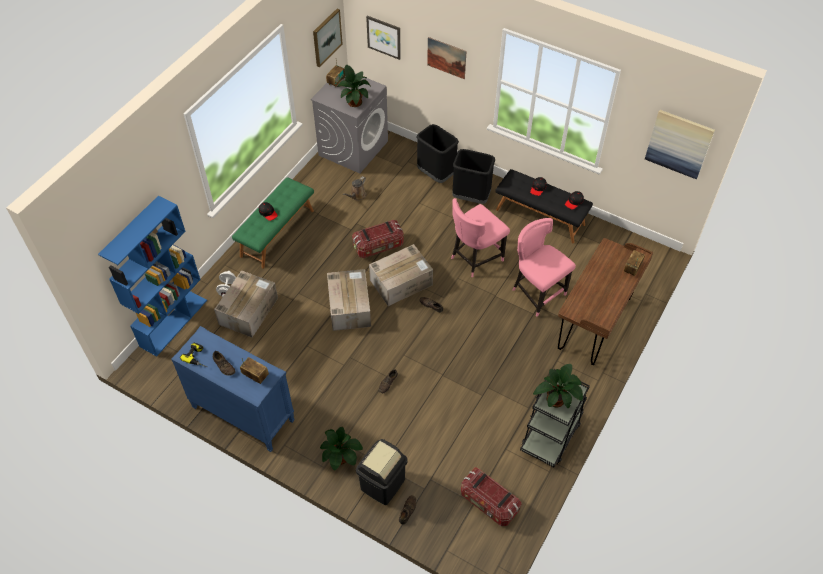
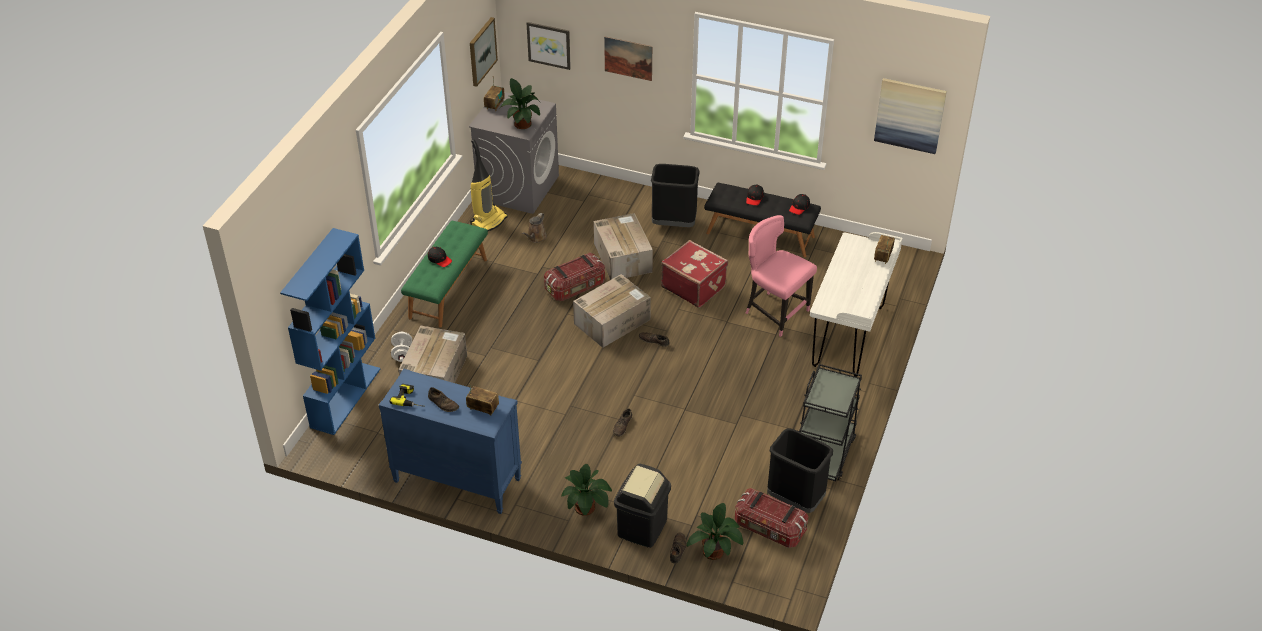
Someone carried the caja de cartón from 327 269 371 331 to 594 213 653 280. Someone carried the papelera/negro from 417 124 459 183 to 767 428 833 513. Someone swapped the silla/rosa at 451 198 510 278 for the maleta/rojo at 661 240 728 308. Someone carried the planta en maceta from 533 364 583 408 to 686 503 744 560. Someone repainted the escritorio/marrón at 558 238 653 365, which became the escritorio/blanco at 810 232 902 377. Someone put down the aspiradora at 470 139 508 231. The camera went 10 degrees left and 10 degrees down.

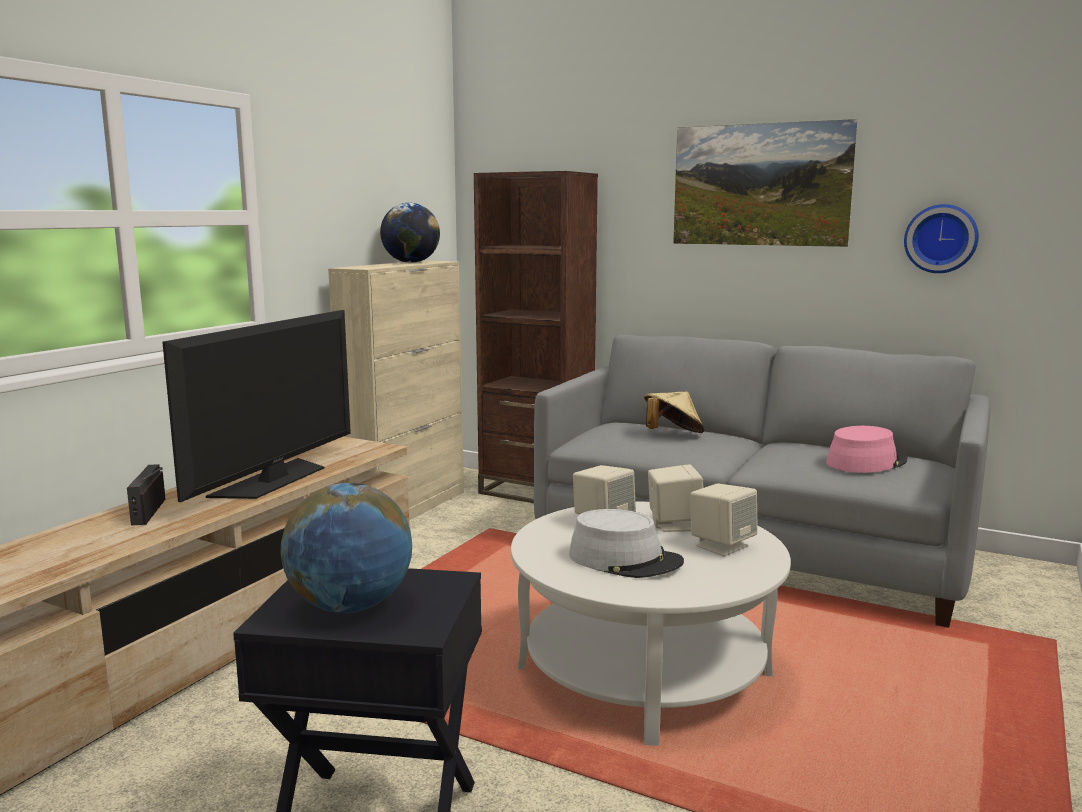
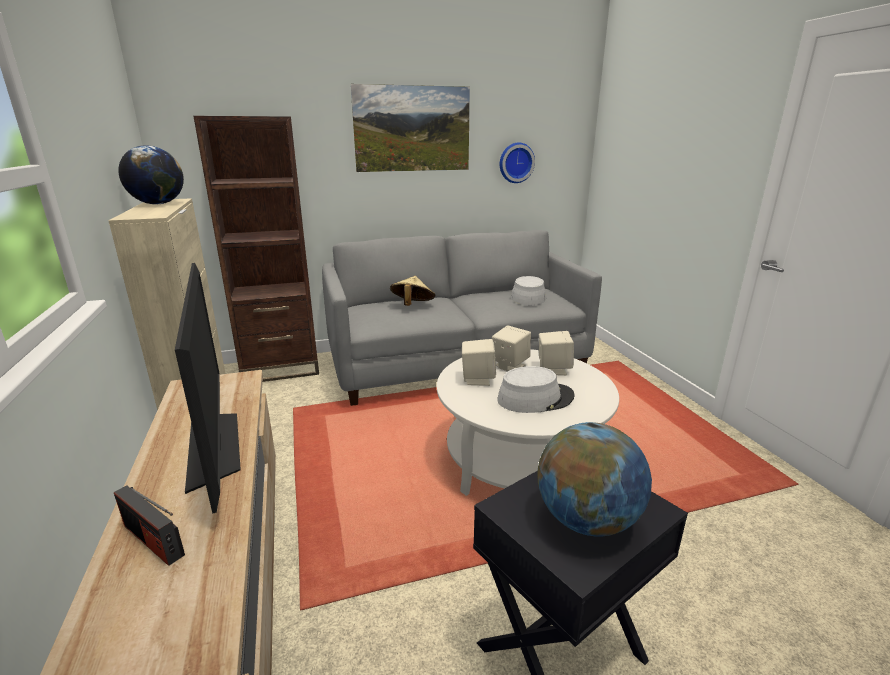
Someone repainted the sombrero/rosa at 826 426 908 473, which became the sombrero/gris at 511 276 546 305. The camera went 45 degrees left and 10 degrees up.

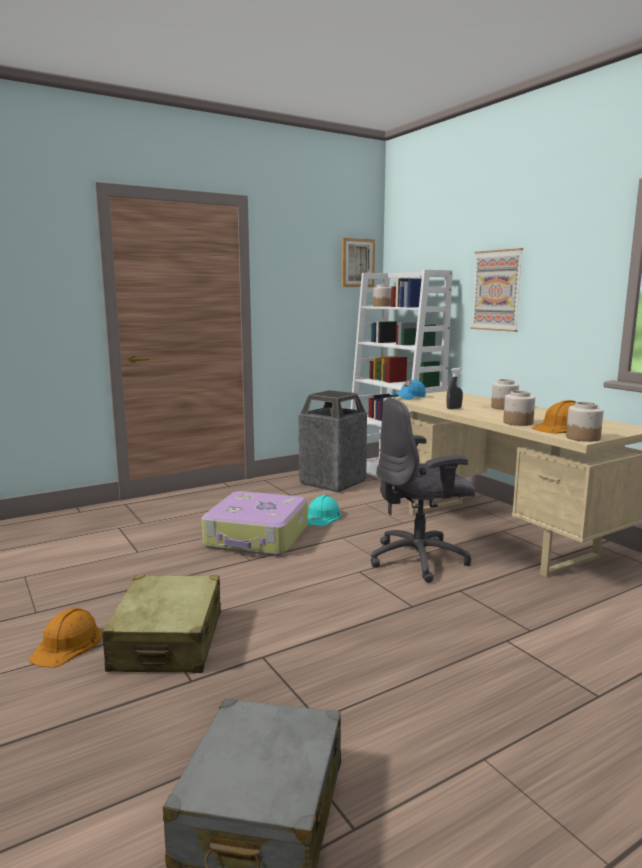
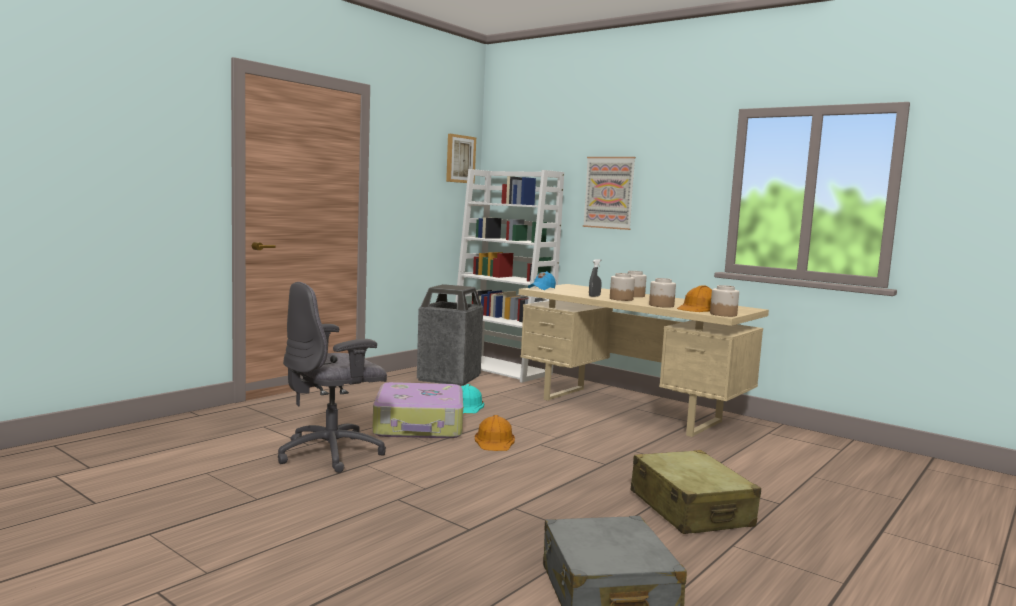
Someone carried the casco/naranja from 29 608 102 668 to 475 415 515 451. Someone carried the maleta/beis from 102 575 221 673 to 630 450 761 534. Someone carried the silla de oficina/gris from 371 398 475 583 to 278 282 387 473. Someone carried the tarro from 373 285 391 307 to 610 273 635 301. The camera went 20 degrees left and 5 degrees down.

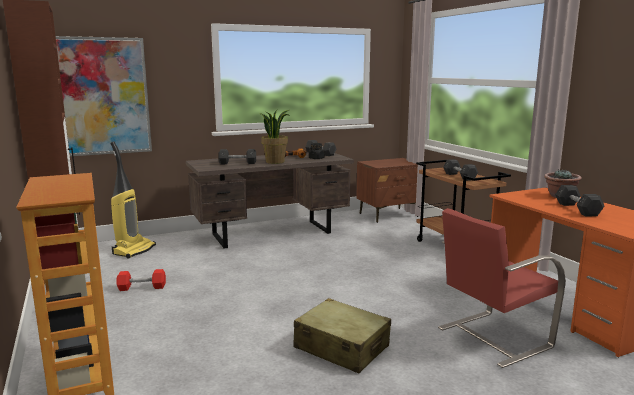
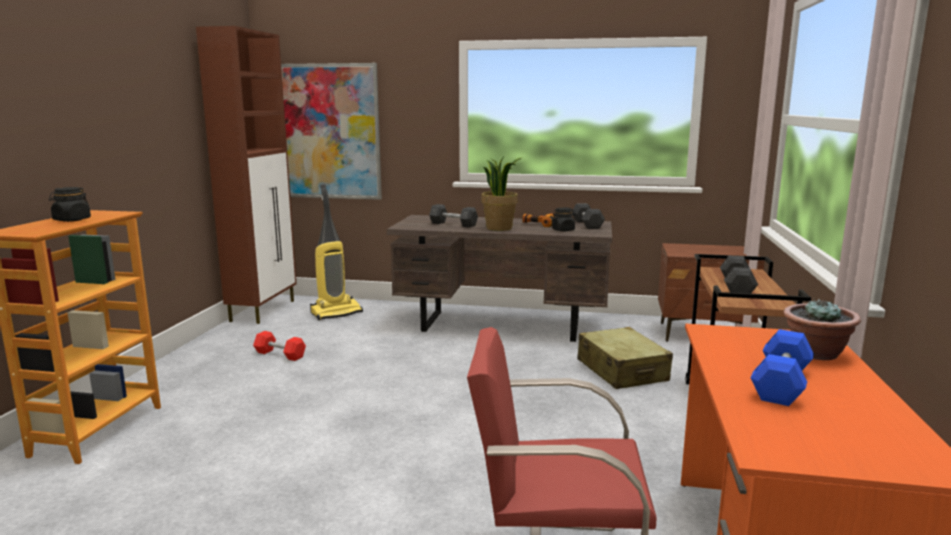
Someone carried the maleta/beis from 293 298 391 373 to 577 327 673 389. Someone repainted the mancuerna/gris at 555 185 604 217, which became the mancuerna/azul at 750 329 814 406. Someone put down the tarro/negro at 49 187 91 222. The camera went 35 degrees right and 0 degrees up.

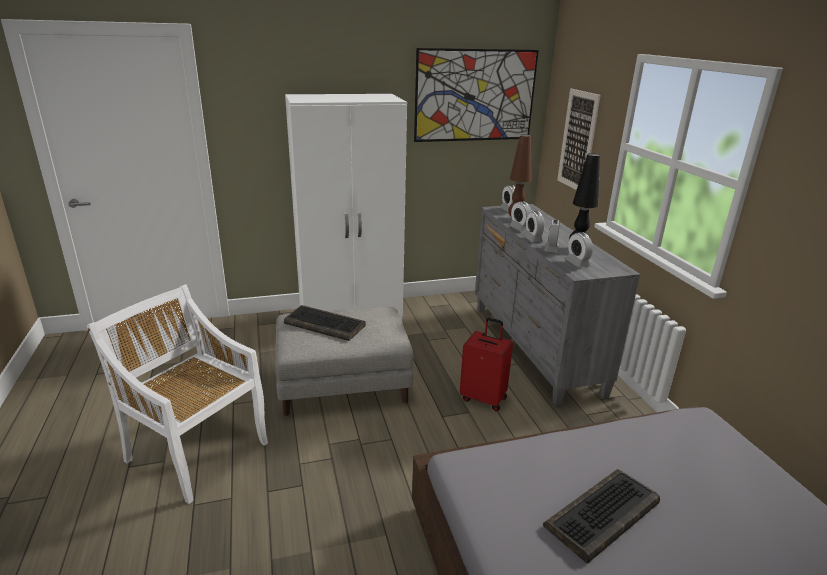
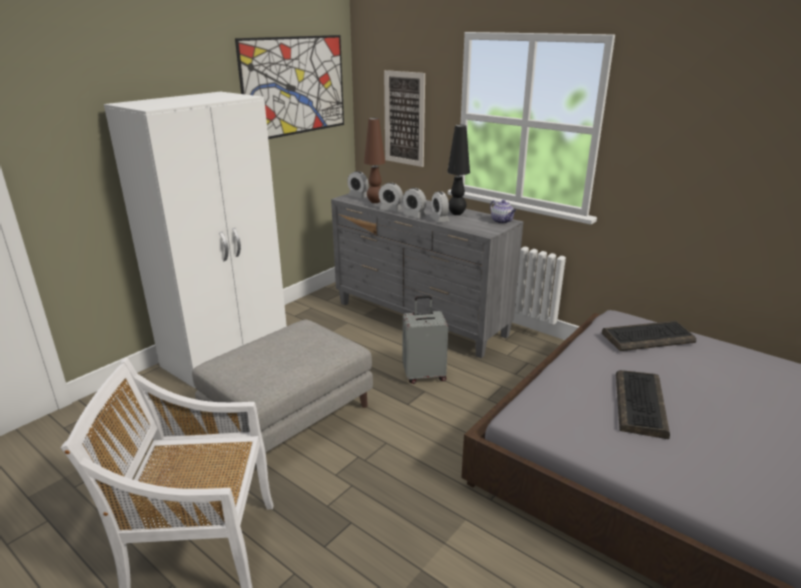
Someone carried the teclado from 284 305 366 341 to 602 321 696 351. Someone repainted the maleta/rojo at 460 318 513 411, which became the maleta/gris at 403 295 448 384. Someone took away the despertador at 566 232 593 267. Someone put down the tetera at 490 200 516 224. The camera went 35 degrees left and 0 degrees up.

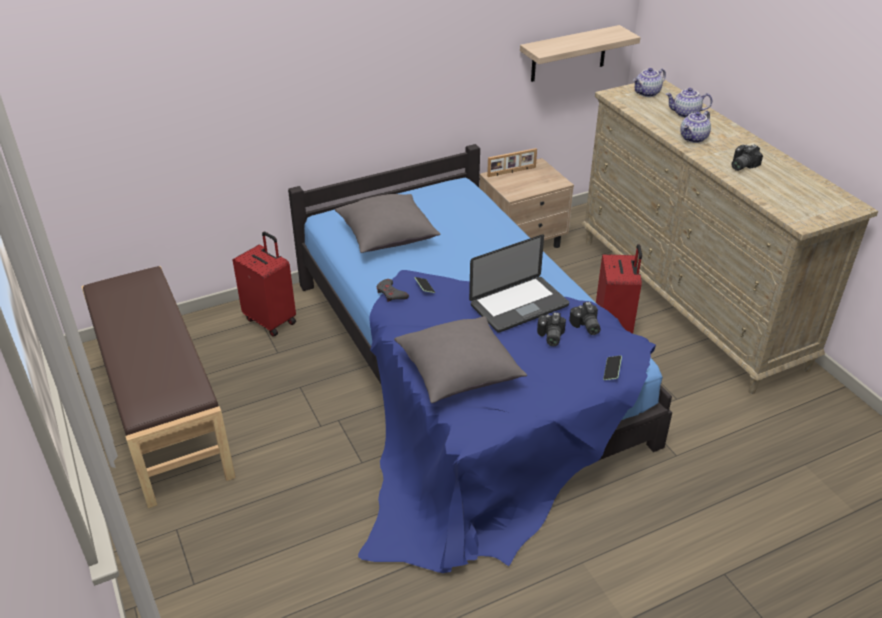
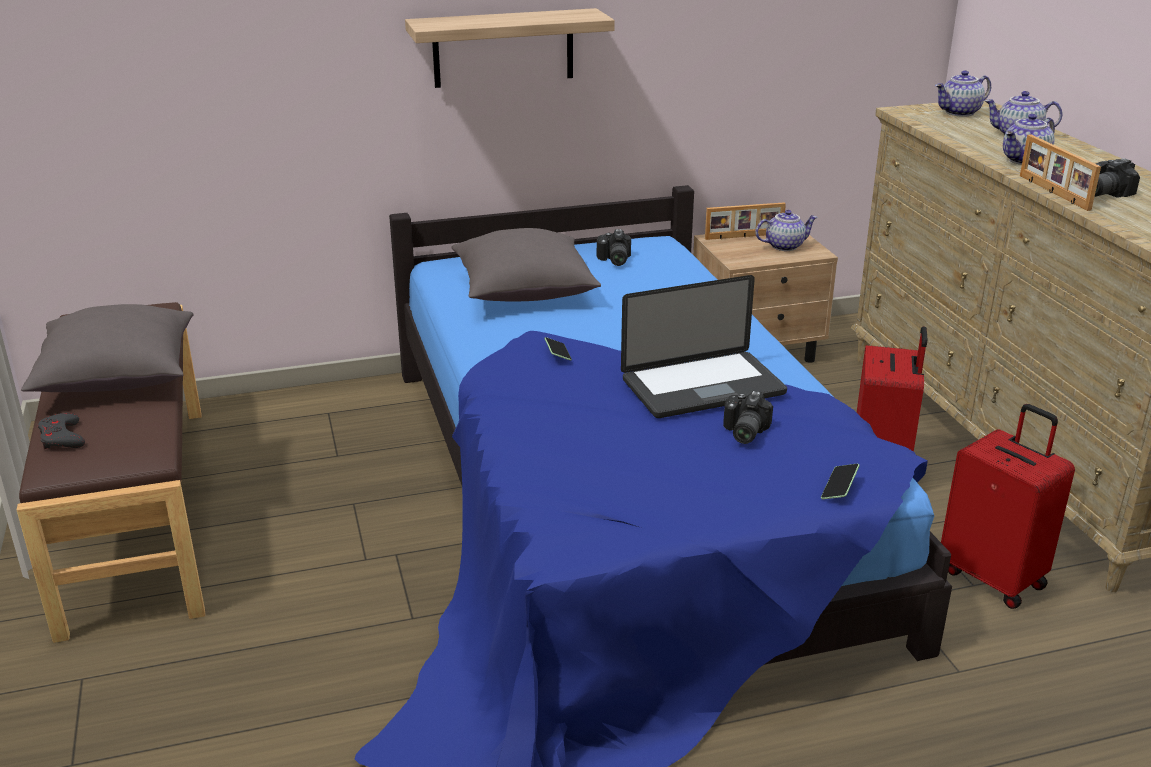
Someone carried the maleta/rojo from 233 232 296 337 to 941 404 1075 609. Someone carried the mando de consola/gris from 377 279 409 302 to 38 413 85 449. Someone carried the cojín/gris from 394 316 527 403 to 21 304 194 392. Someone carried the estante from 520 25 641 82 to 405 8 615 88. Someone carried the cámara from 569 302 600 335 to 597 229 631 266. Someone put down the tetera at 755 210 818 251. Someone put down the portarretratos at 1020 134 1101 211. The camera went 10 degrees right and 10 degrees down.

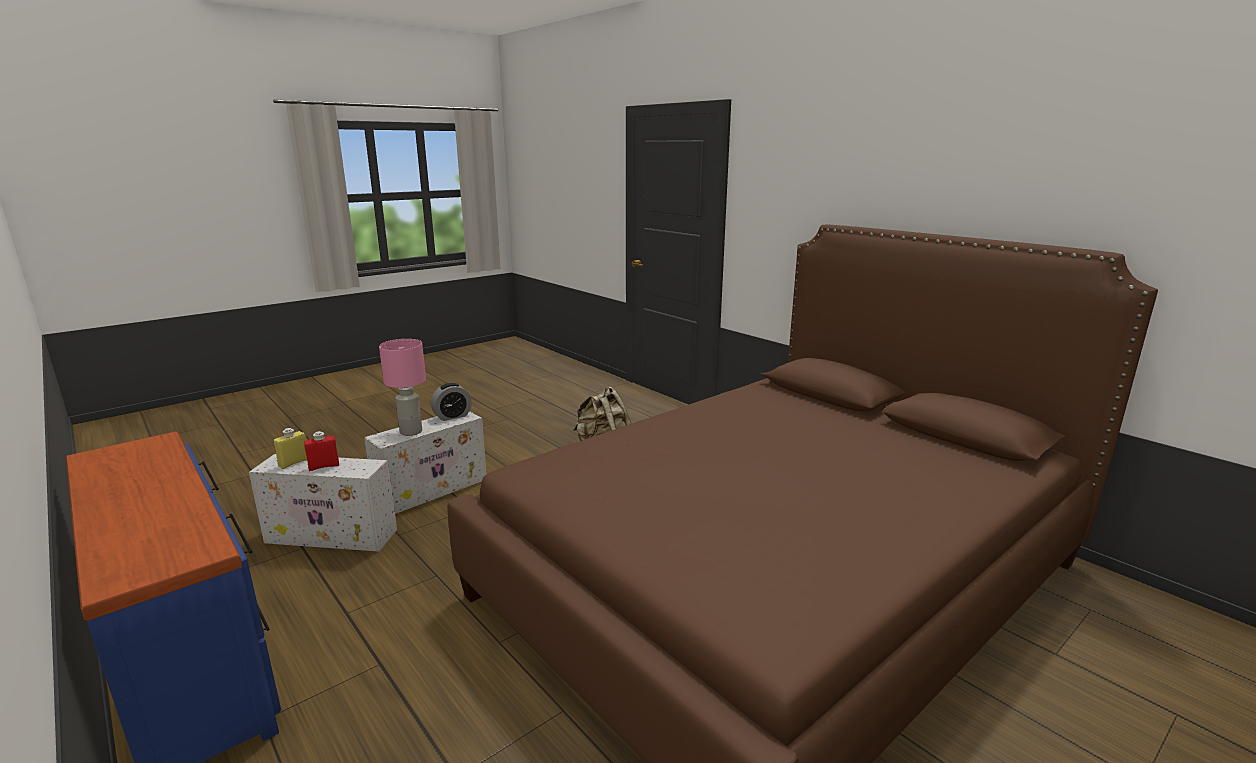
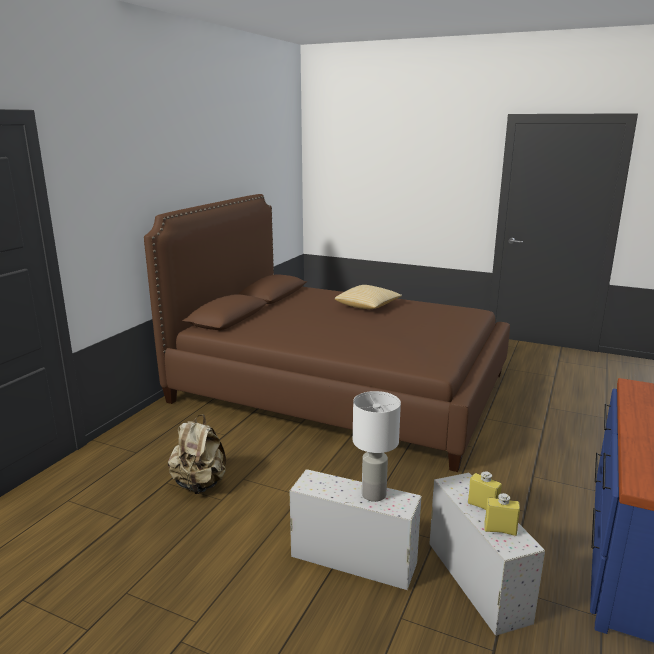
Someone repainted the botella/rojo at 304 431 339 471, which became the botella/amarillo at 468 471 502 510. Someone repainted the lámpara de mesa/rosa at 379 339 426 436, which became the lámpara de mesa/blanco at 353 391 401 502. Someone took away the despertador at 431 383 472 421. Someone put down the cojín at 335 285 402 309. The camera went 115 degrees left and 0 degrees up.

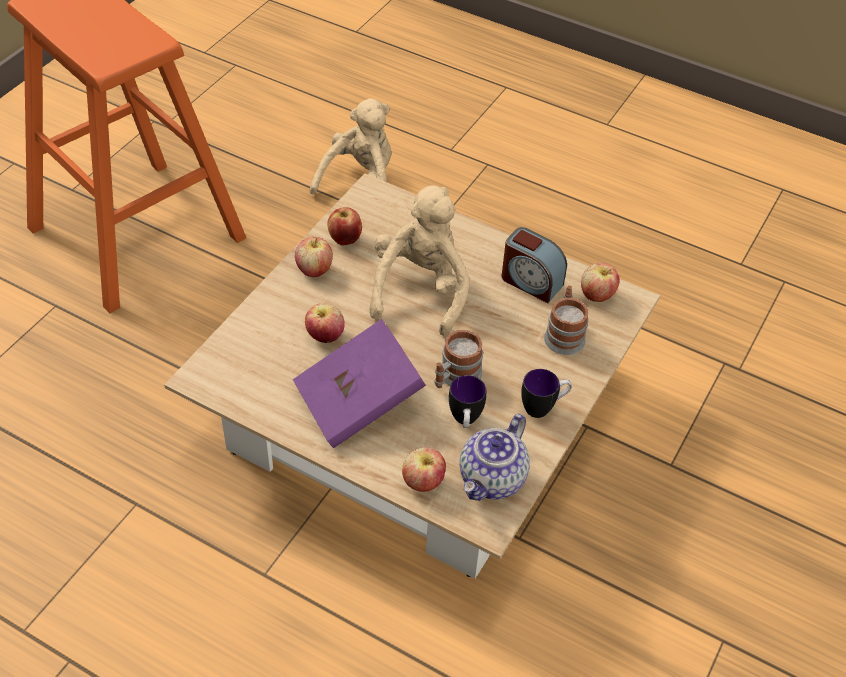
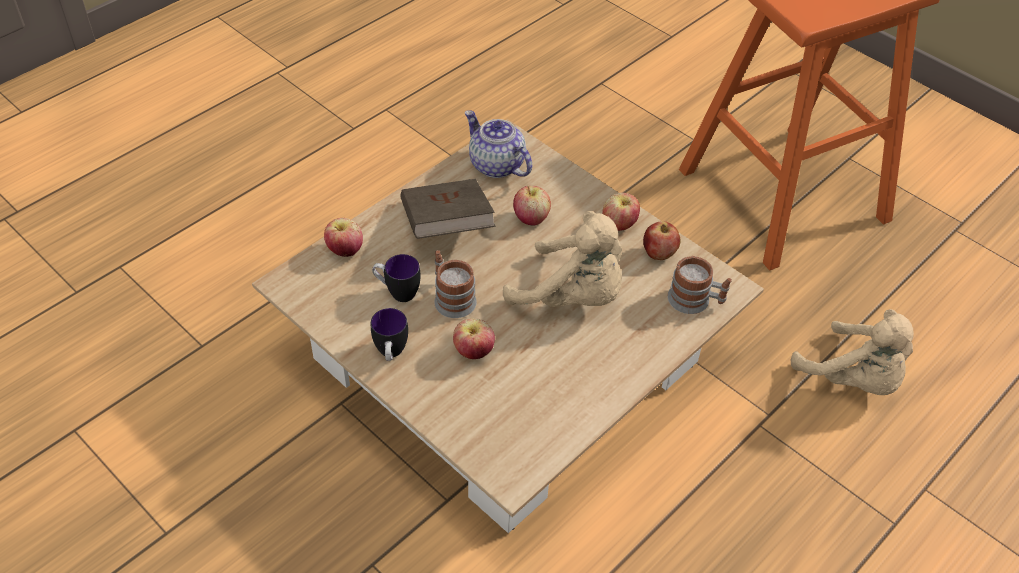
Someone repainted the libro/morado at 293 319 426 448, which became the libro/marrón at 400 179 496 239. Someone carried the tetera from 460 414 530 501 to 465 110 532 178. Someone took away the despertador at 502 227 567 303. Someone carried the taza grande from 544 285 589 355 to 667 256 732 314. Someone carried the manzana from 581 263 620 302 to 453 318 495 359. The camera went 105 degrees right and 0 degrees up.

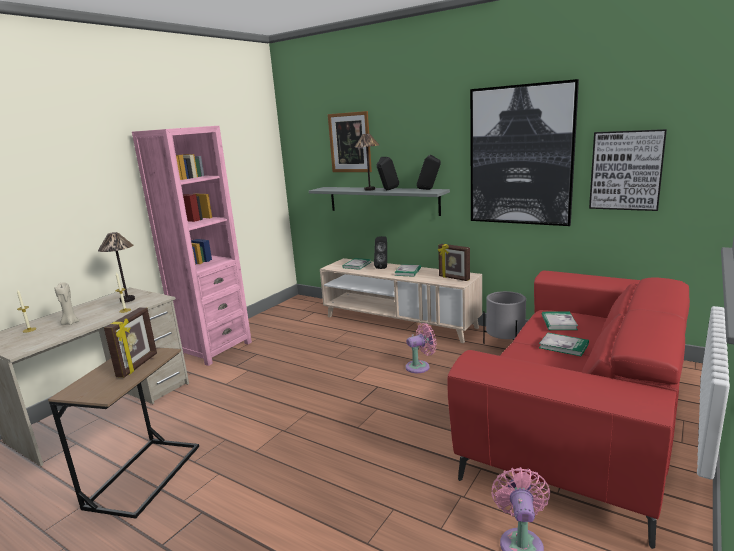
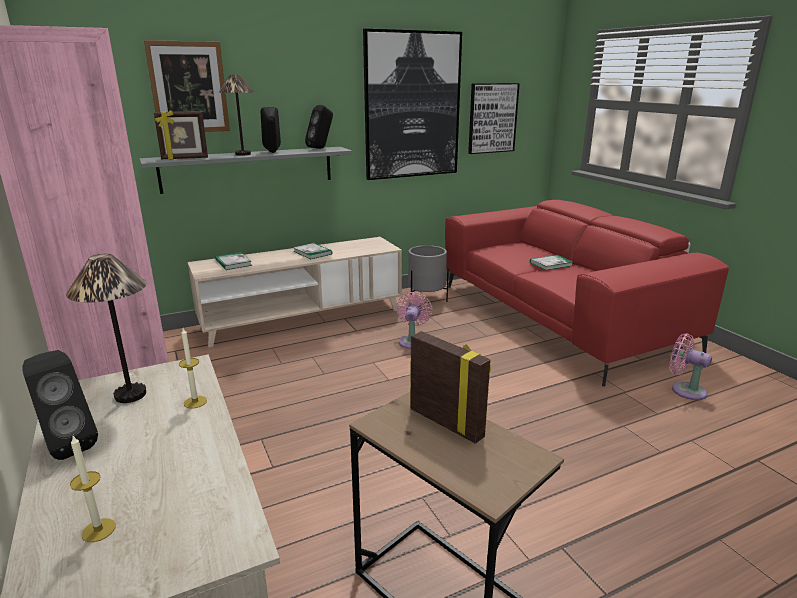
Someone took away the vela/beis at 54 282 79 325. Someone carried the altavoz/negro from 374 236 387 269 to 22 350 98 460. Someone carried the portarretratos from 438 244 470 281 to 154 110 208 160. Someone took away the libro at 542 312 578 330. The camera went 60 degrees left and 5 degrees up.

